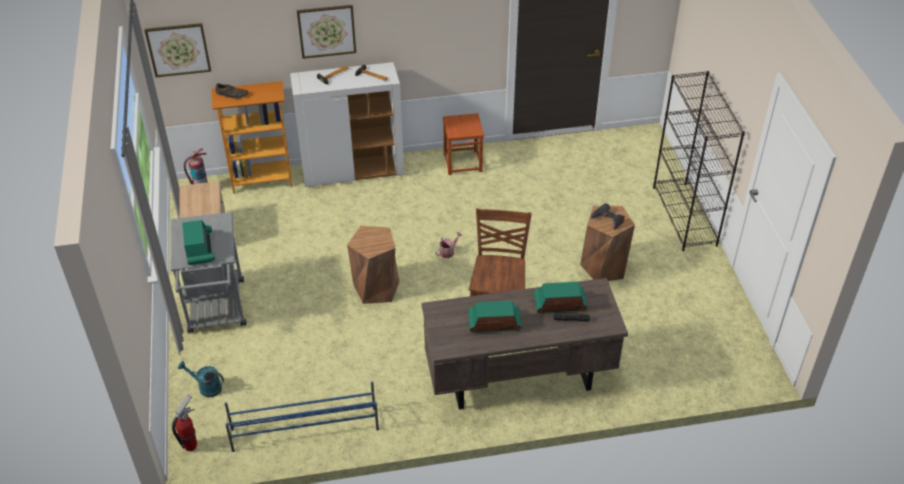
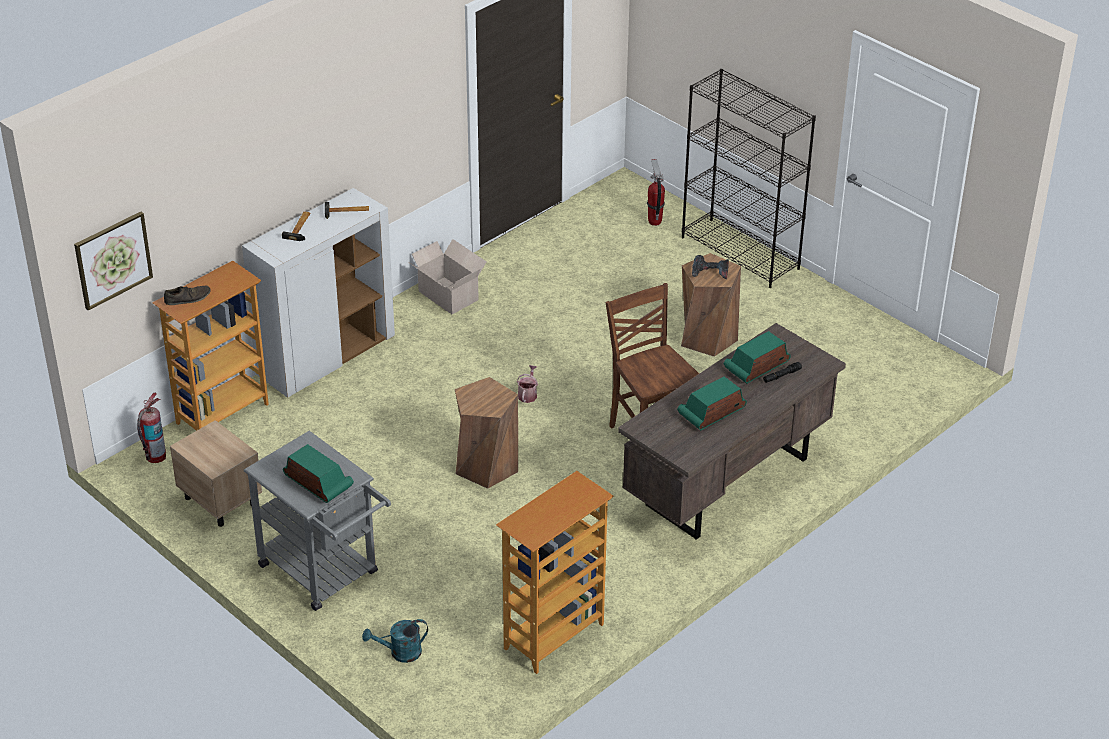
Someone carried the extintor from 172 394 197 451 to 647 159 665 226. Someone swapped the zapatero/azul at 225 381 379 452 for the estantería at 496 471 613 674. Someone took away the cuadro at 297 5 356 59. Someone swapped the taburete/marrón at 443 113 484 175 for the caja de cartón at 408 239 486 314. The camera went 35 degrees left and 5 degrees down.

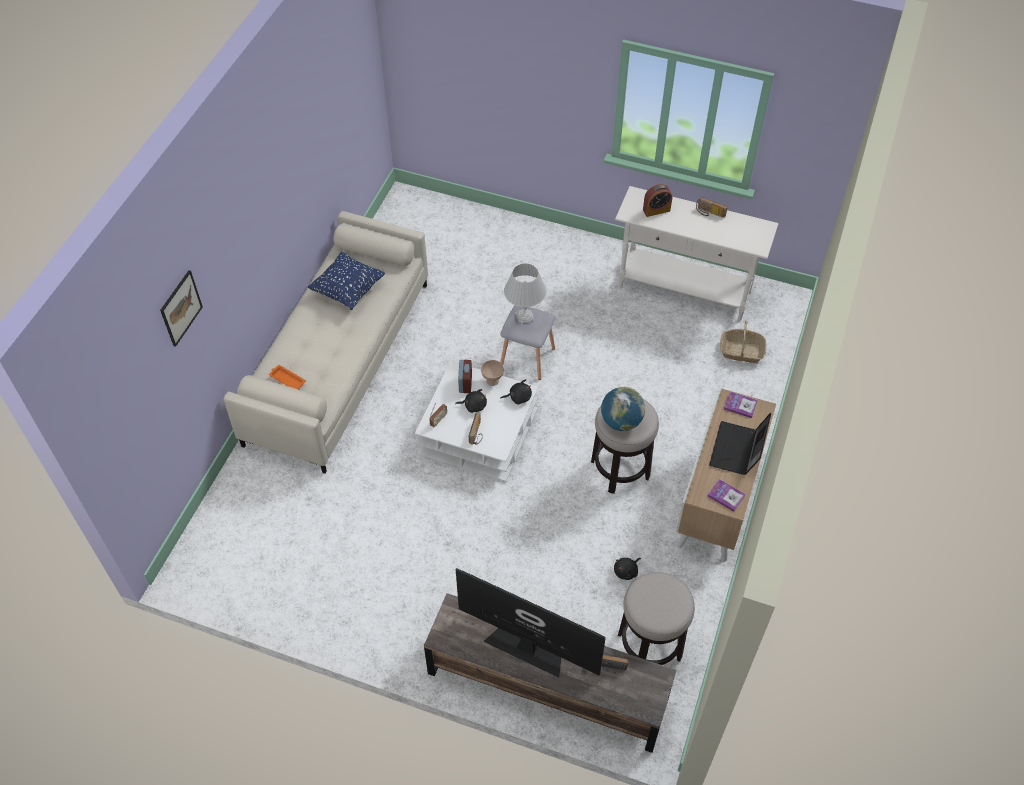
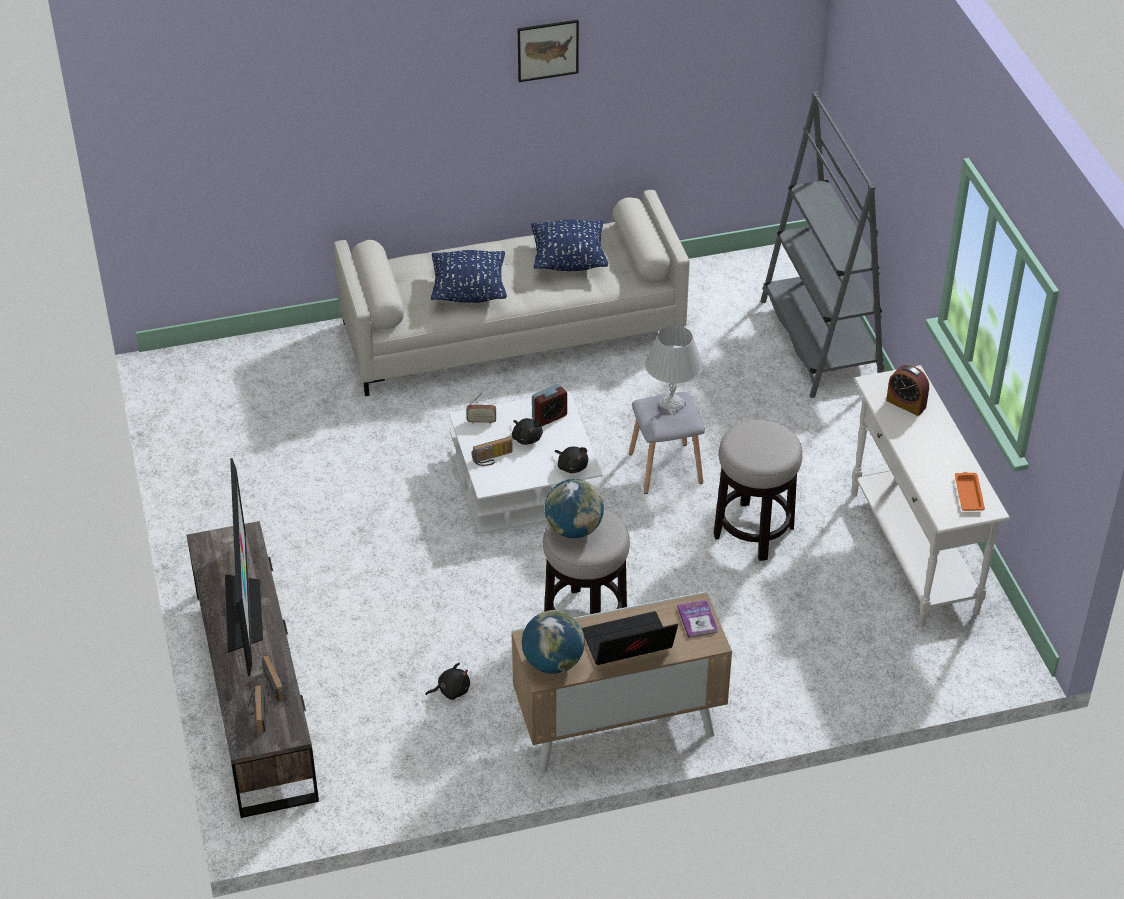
Someone carried the cuadro from 160 270 203 347 to 518 19 579 82. Someone carried the bandeja/naranja from 269 365 306 389 to 955 472 985 511. Someone took away the cuenco/beis at 481 360 504 386. Someone rotated the peluche/negro at 614 558 641 580 by 150 degrees clockwise. Someone carried the taburete from 618 572 695 665 to 714 420 803 561. Someone carried the radio from 696 197 728 218 to 247 685 266 734. Someone swapped the libro at 708 479 746 511 for the globo terráqueo at 522 610 585 674. Someone took away the cesta at 720 321 766 363. Someone put down the cojín/azul at 431 250 507 303. Someone put down the estantería/gris at 761 91 884 398. The camera went 55 degrees right and 10 degrees down.

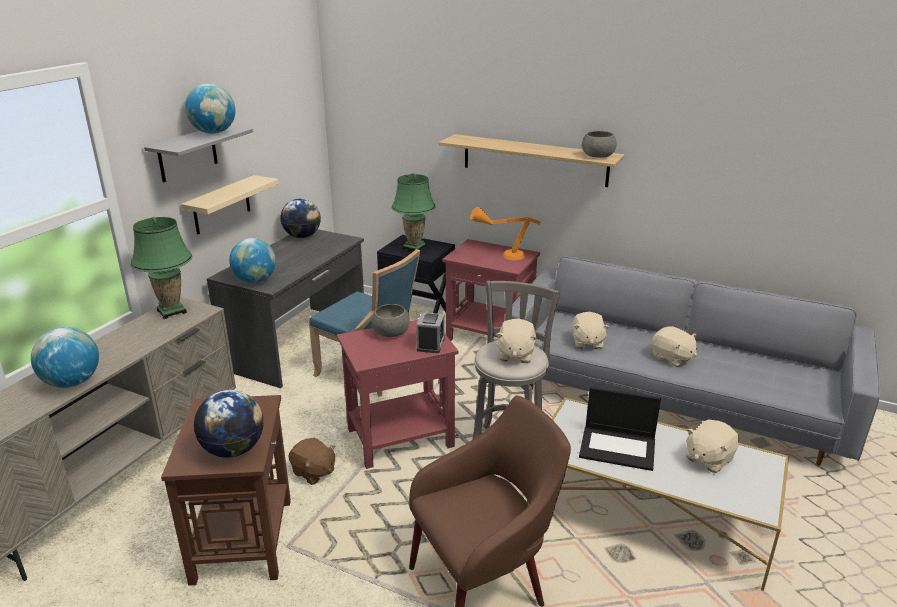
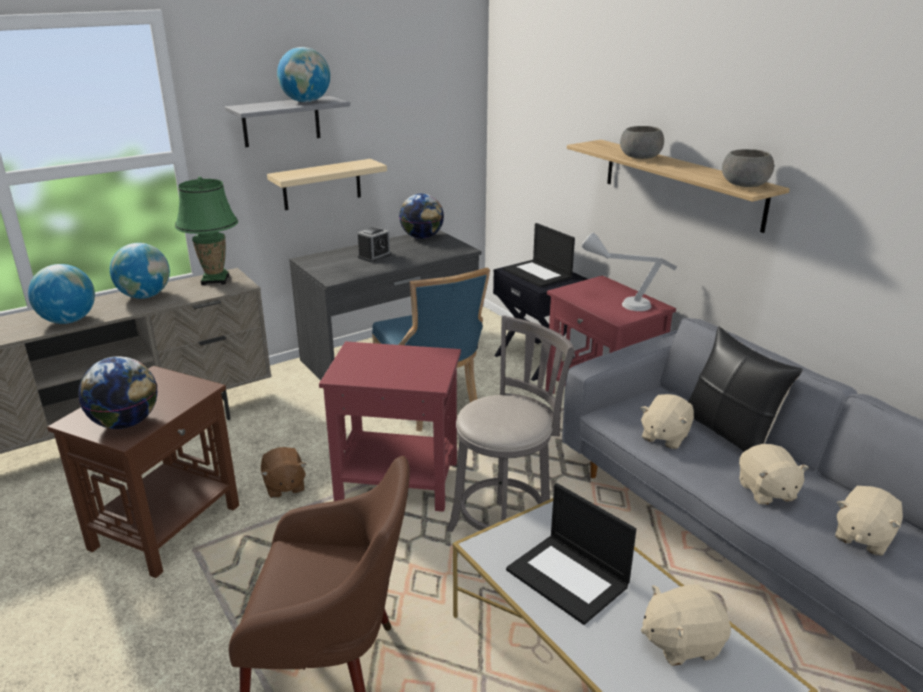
Someone carried the globo terráqueo from 229 238 276 283 to 110 243 170 299. Someone carried the cuenco/gris from 371 304 410 337 to 620 126 664 159. Someone swapped the lámpara de mesa/verde at 392 173 436 251 for the portátil at 503 223 575 287. Someone carried the despertador from 416 312 445 353 to 357 227 391 262. Someone repainted the lámpara de mesa/naranja at 470 207 540 260, which became the lámpara de mesa/gris at 581 232 677 311. Someone carried the peluche/beis from 496 318 537 363 to 835 486 903 556. Someone put down the cojín/negro at 688 326 803 452. The camera went 30 degrees right and 0 degrees up.

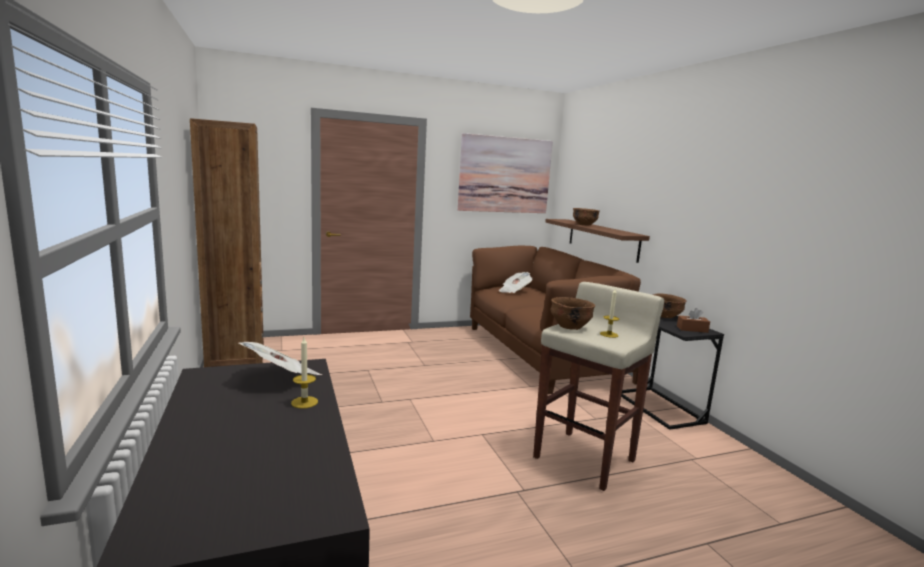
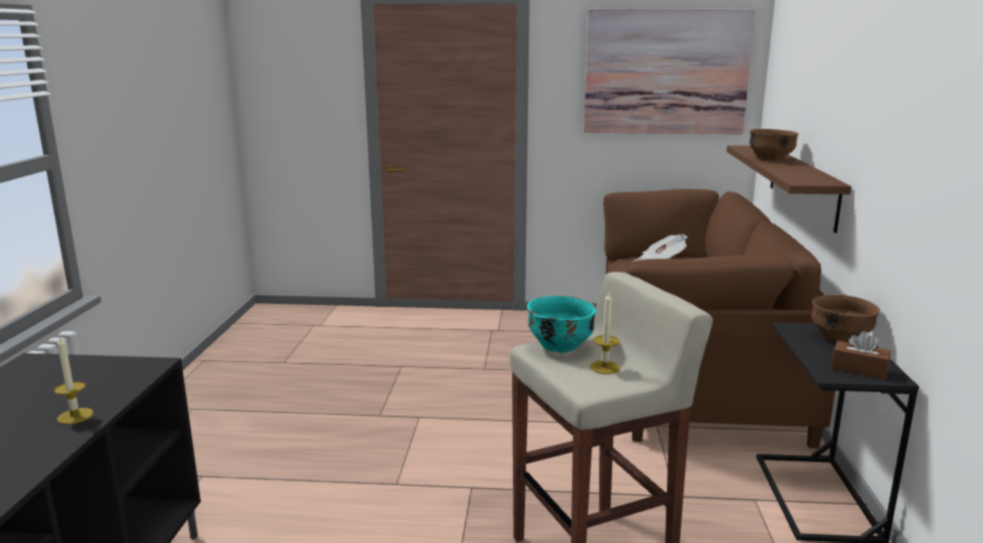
Someone took away the estantería/marrón at 190 118 264 367. Someone took away the periódico at 239 342 322 375. Someone repainted the cuenco/marrón at 551 297 595 330, which became the cuenco/turquesa at 527 296 597 353. The camera went 25 degrees right and 5 degrees up.

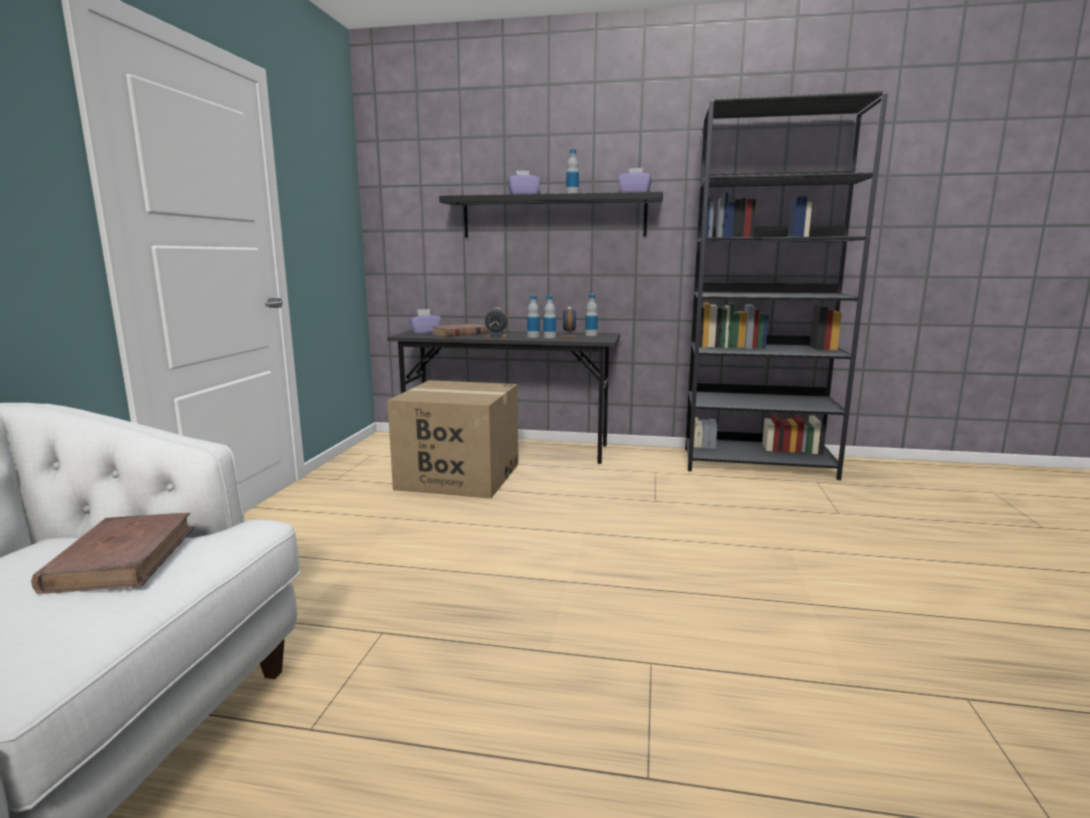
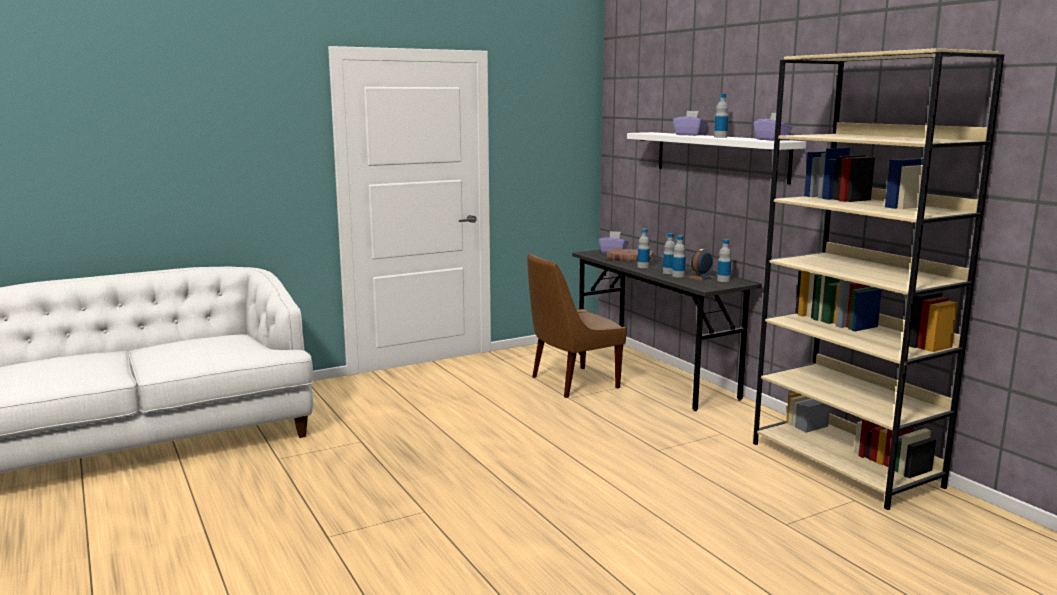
Someone took away the libro/marrón at 31 513 195 594. Someone swapped the caja de cartón at 387 380 518 499 for the silla/marrón at 527 253 627 398. Someone repainted the estante/negro at 439 192 663 237, which became the estante/blanco at 627 132 806 184. Someone swapped the despertador at 485 308 508 338 for the botella at 637 229 650 268. Someone repainted the estantería/negro at 685 91 888 480, which became the estantería/beis at 753 48 1004 510. The camera went 50 degrees right and 0 degrees up.

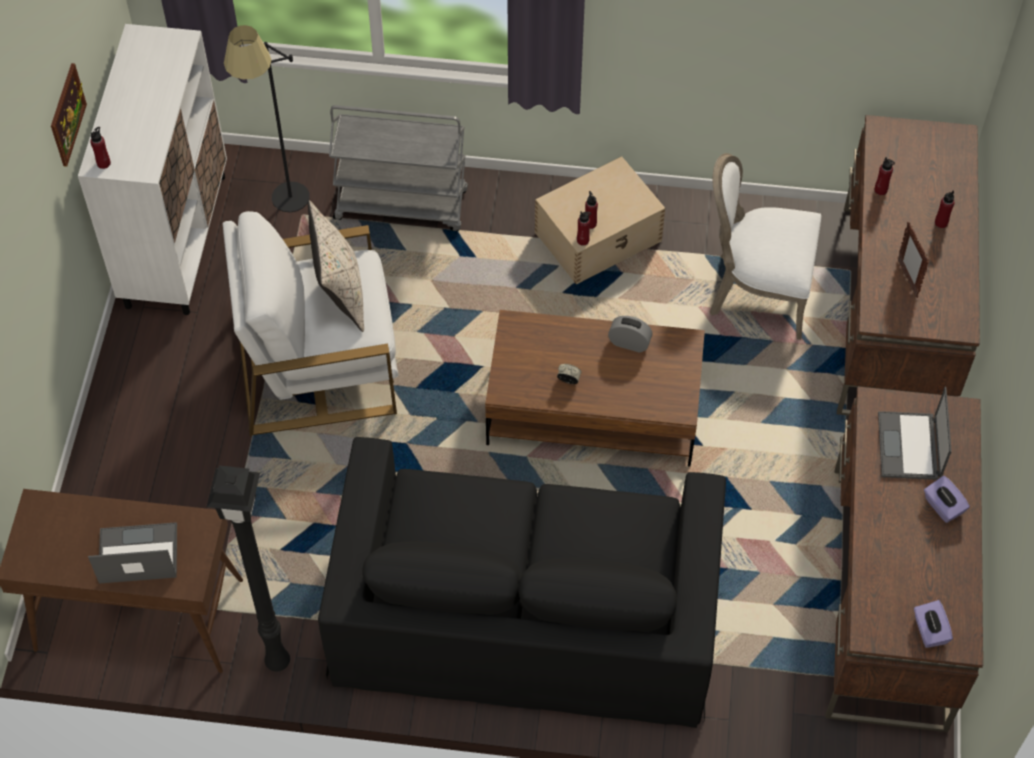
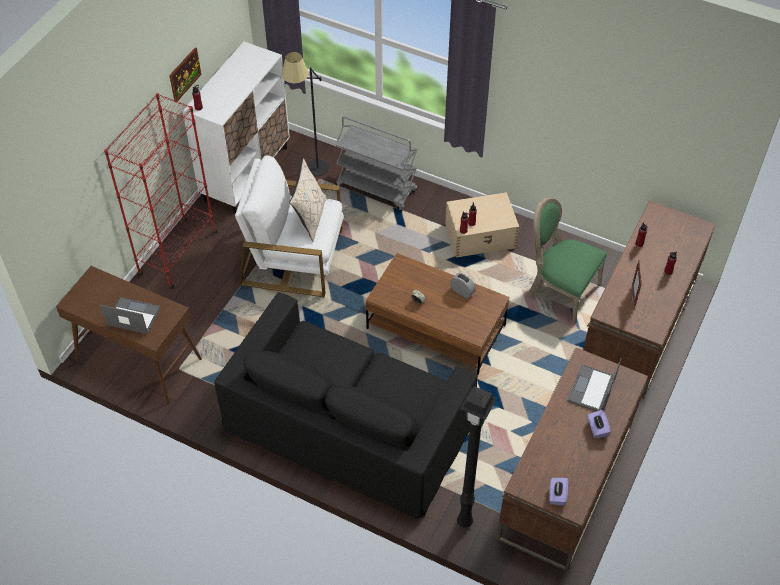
Someone carried the lámpara de pie/negro from 207 466 290 671 to 457 386 497 528. Someone repainted the silla/blanco at 710 153 821 340, which became the silla/verde at 527 197 607 325. Someone put down the estantería/rojo at 104 93 217 289. The camera went 20 degrees right and 5 degrees down.

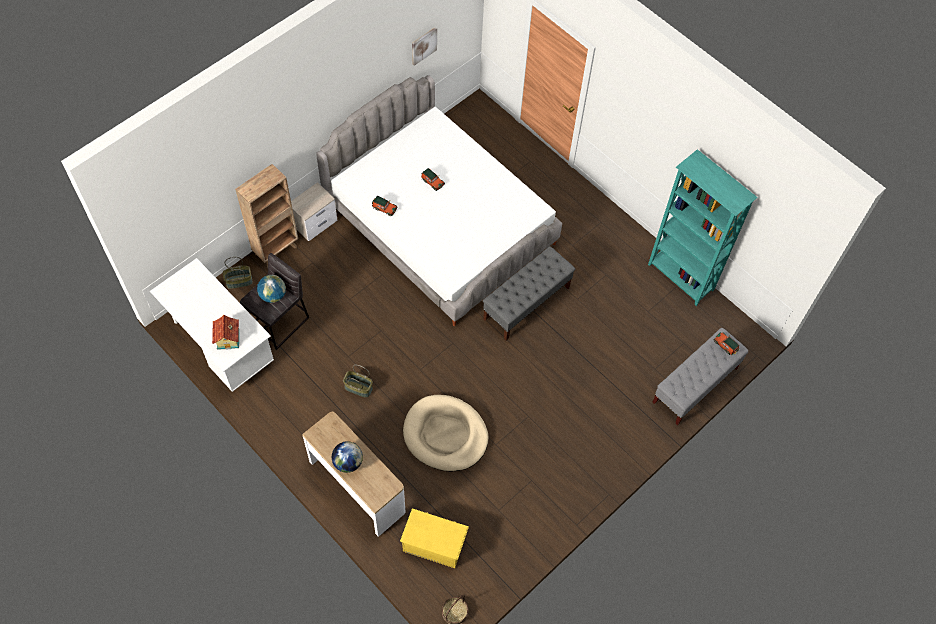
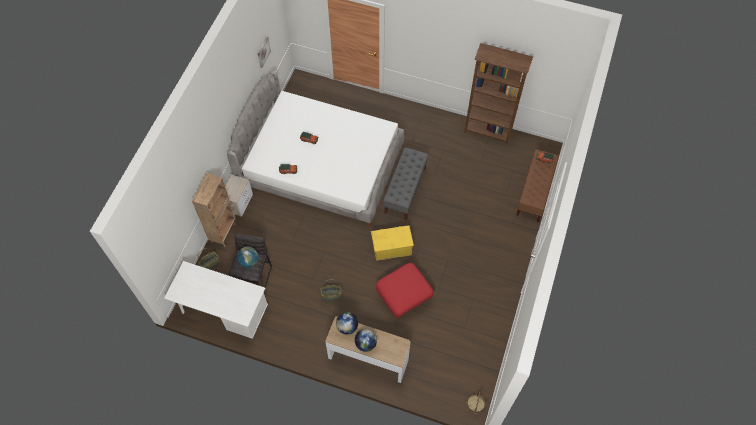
Someone took away the casita at 212 315 239 350. Someone carried the caja de almacenaje/amarillo from 400 508 469 568 to 371 225 414 261. Someone swapped the cama para perro/beis at 403 395 489 471 for the puf/rojo at 376 263 434 319. Someone repainted the estantería/turquesa at 648 149 758 306, which became the estantería/marrón at 464 43 533 145. Someone repainted the banco/gris at 652 328 748 425, which became the banco/marrón at 516 149 559 222. Someone put down the globo terráqueo at 336 312 358 334. The camera went 25 degrees left and 0 degrees up.

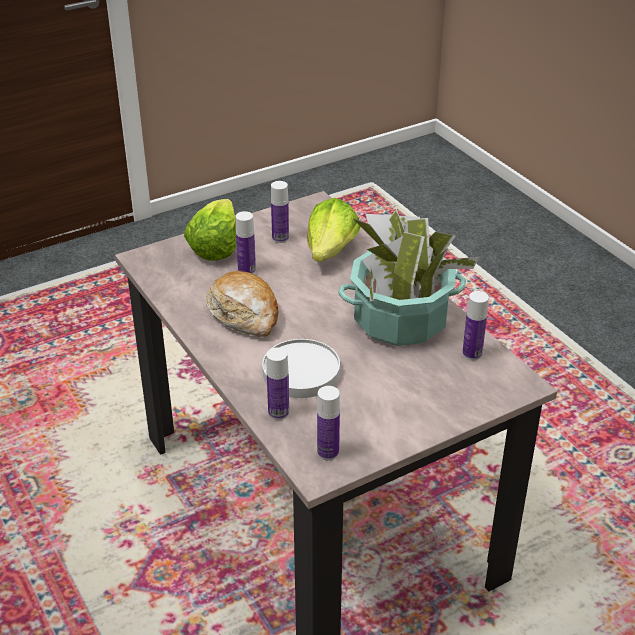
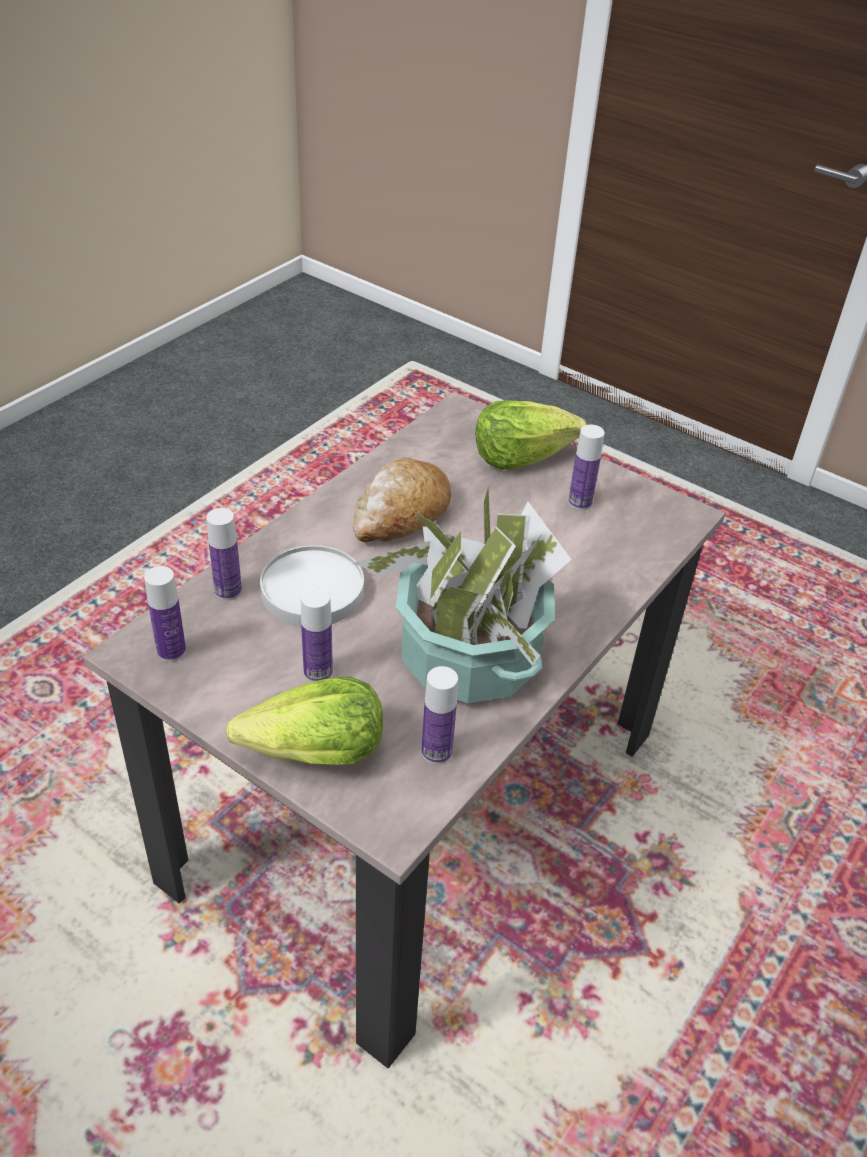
Someone carried the botella from 236 211 256 274 to 301 588 333 682. Someone carried the lechuga from 307 198 361 262 to 226 677 383 765. The camera went 65 degrees right and 5 degrees up.

